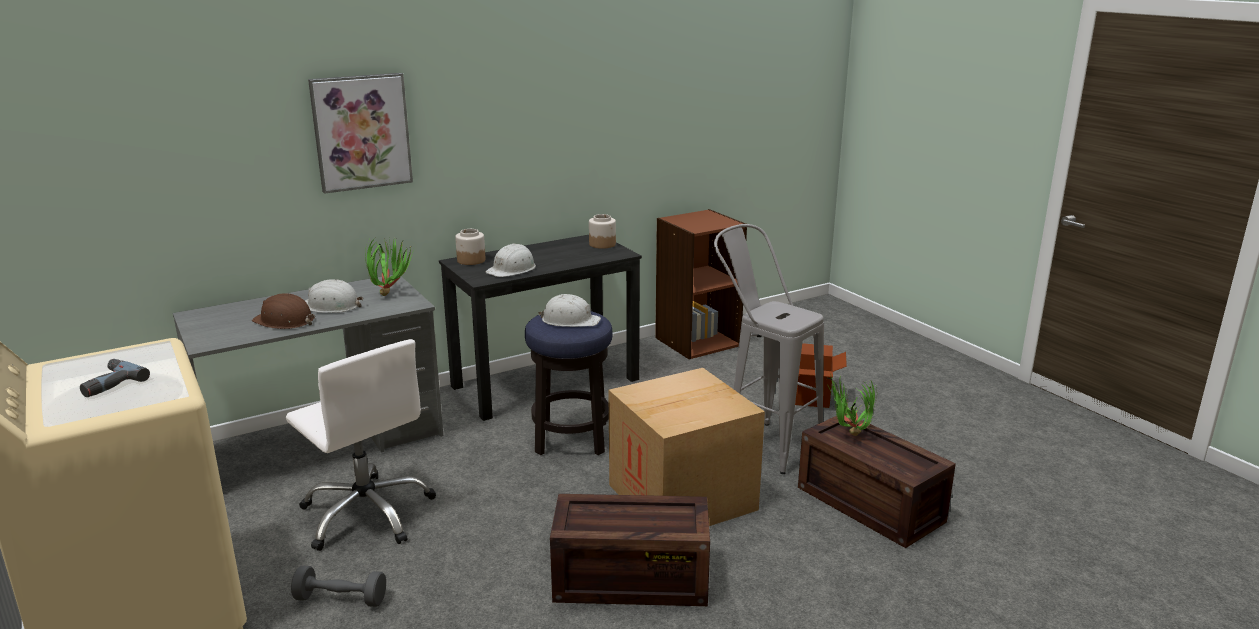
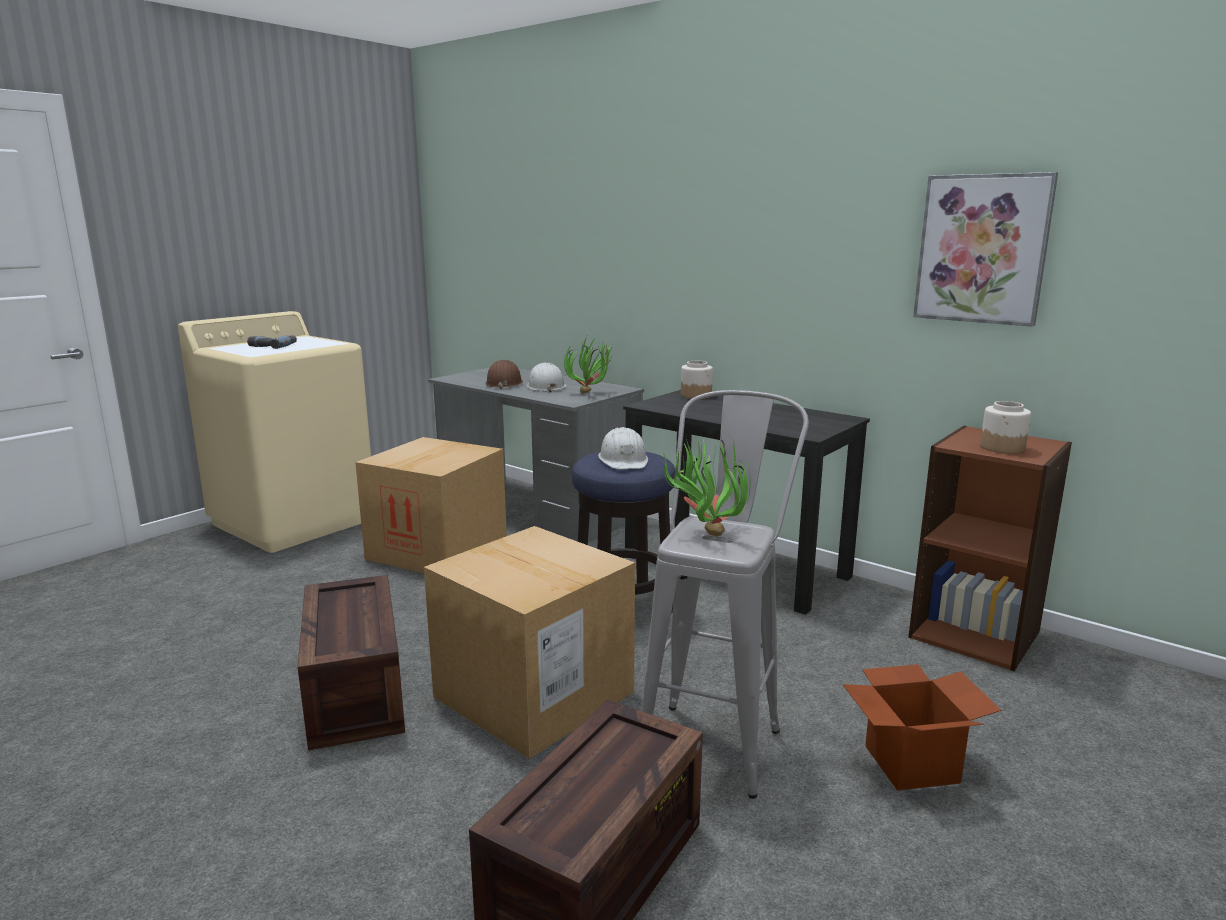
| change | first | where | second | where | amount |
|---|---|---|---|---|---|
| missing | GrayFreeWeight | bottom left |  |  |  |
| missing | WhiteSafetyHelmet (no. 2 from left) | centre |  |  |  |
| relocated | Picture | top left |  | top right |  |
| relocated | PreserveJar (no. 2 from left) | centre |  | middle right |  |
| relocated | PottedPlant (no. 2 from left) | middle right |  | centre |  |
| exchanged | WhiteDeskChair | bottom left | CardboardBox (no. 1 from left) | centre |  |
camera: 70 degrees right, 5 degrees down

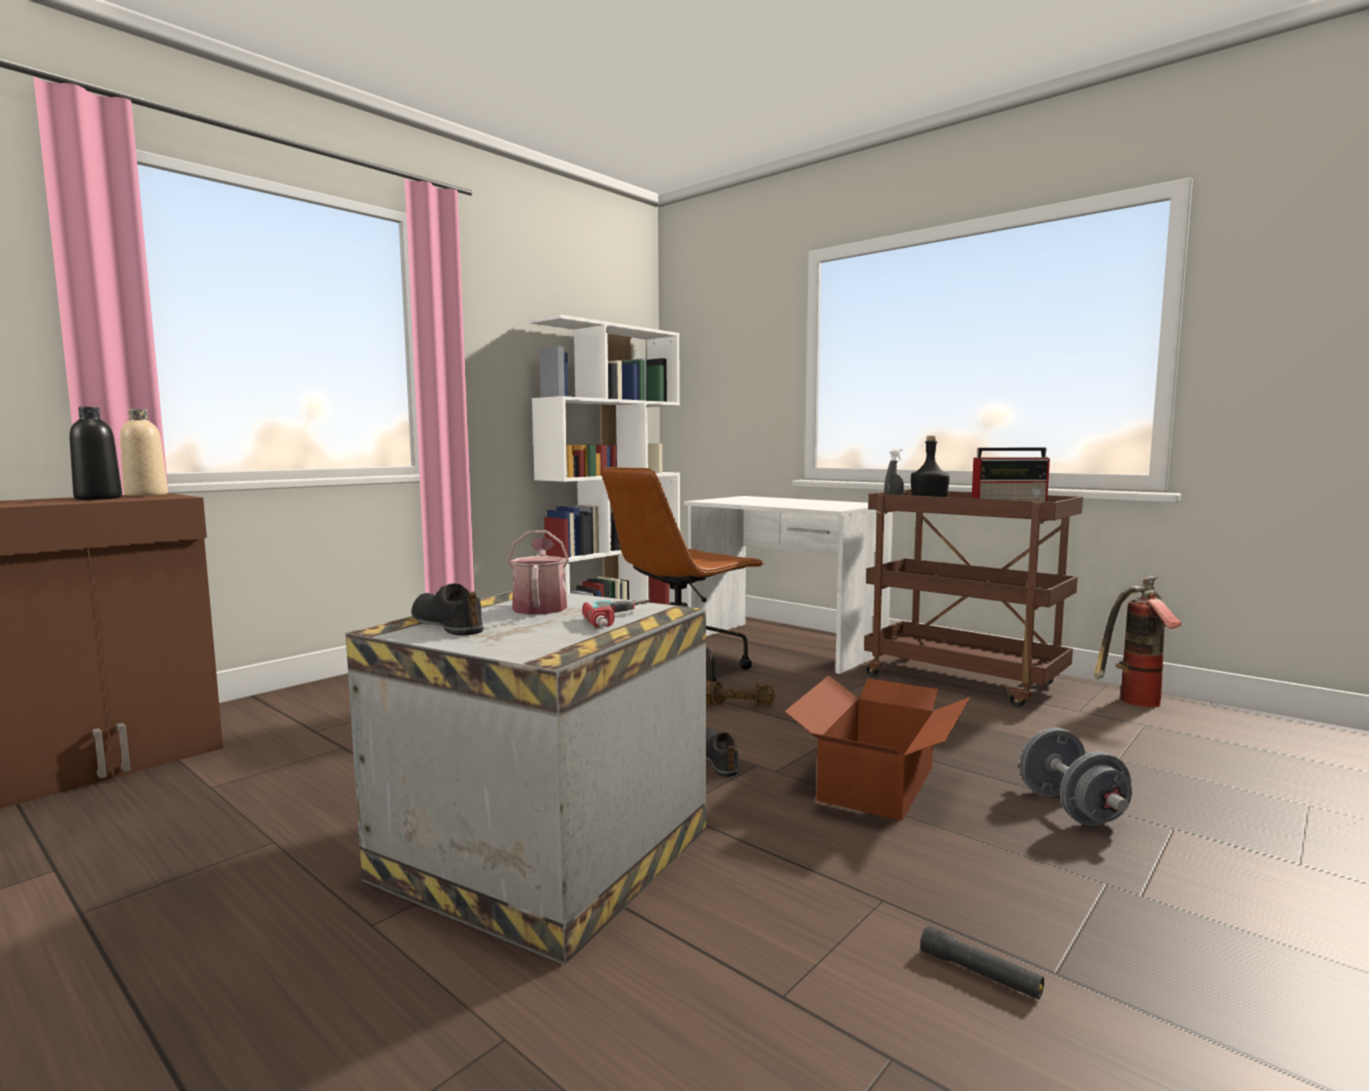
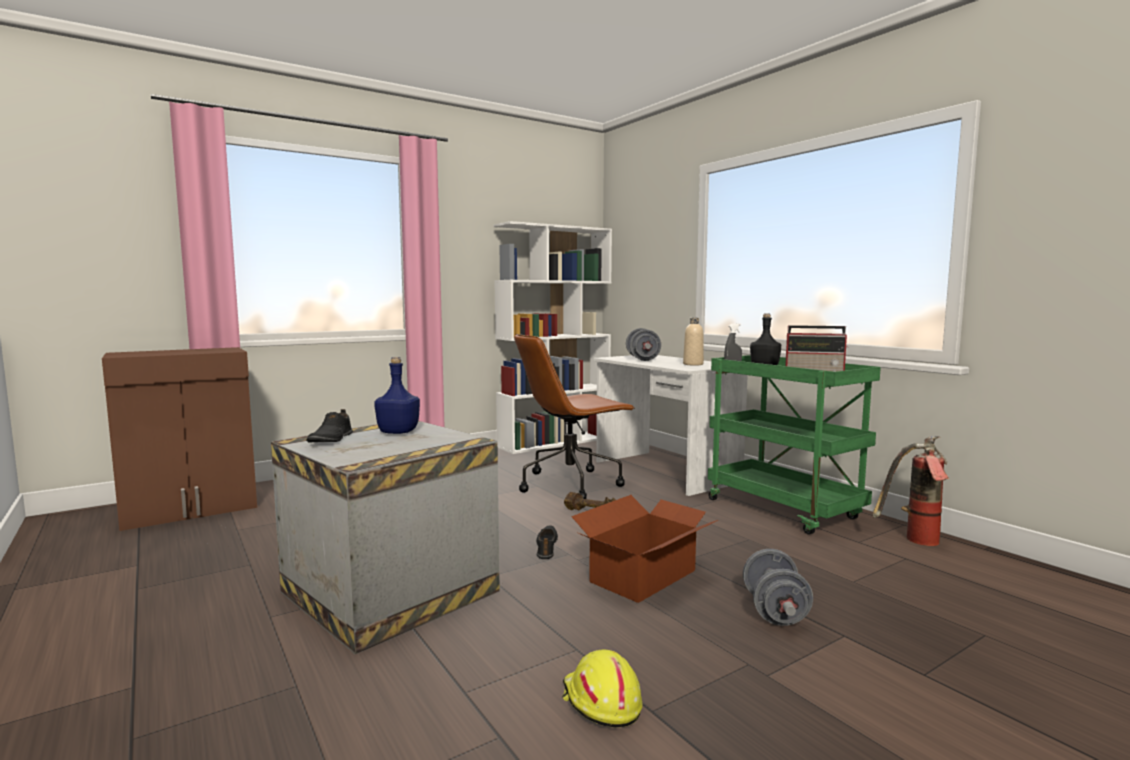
| change | first | where | second | where | amount |
|---|---|---|---|---|---|
| missing | BlackishDrinkBottle (no. 1 from left) | middle left |  |  |  |
| missing | ElectricDrill | centre |  |  |  |
| appeared |  |  | GrayFreeWeight (no. 1 from left) | centre |  |
| relocated | BeigeDrinkBottle | middle left |  | centre |  |
| exchanged | WateringPot | centre | BluishDrinkBottle | centre |  |
| exchanged | BlackishHandTorch | bottom right | YellowishSafetyHelmet | bottom centre |  |
| colour | BrownColouredWheeledCart | middle right | GreenishWheeledCart | middle right |  |
| spun | BlackishLowShoe (no. 1 from left) | middle left |  | middle left | 150 degrees counterclockwise |
camera: 15 degrees right, 0 degrees up

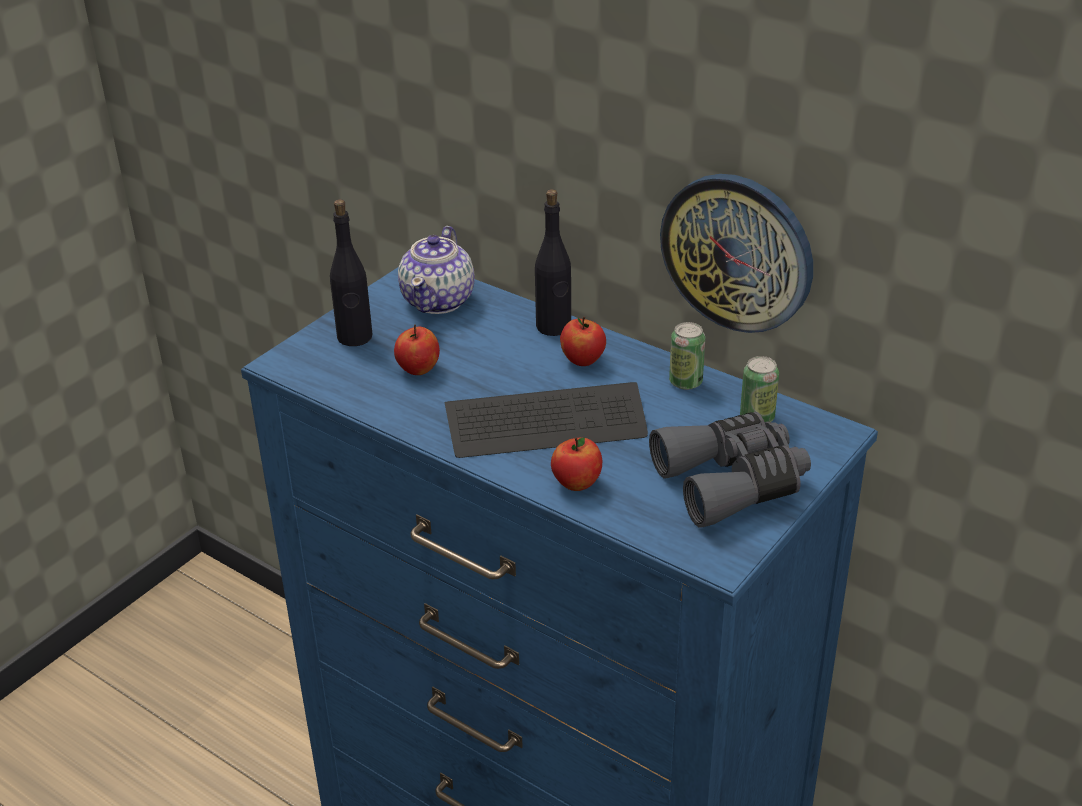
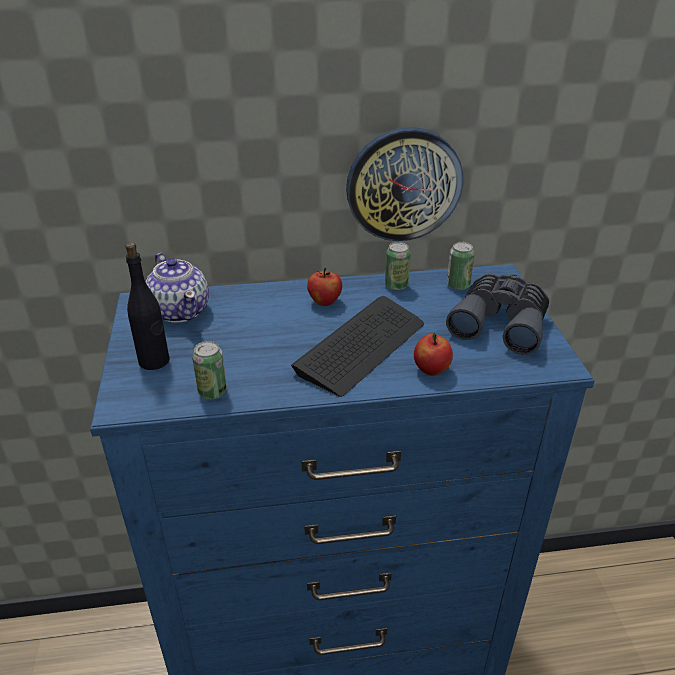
| change | first | where | second | where | amount |
|---|---|---|---|---|---|
| missing | AppleFruit (no. 1 from left) | centre |  |  |  |
| missing | BlackishDrinkBottle (no. 2 from left) | top centre |  |  |  |
| appeared |  |  | SealedCan (no. 1 from left) | middle left |  |
camera: 45 degrees left, 0 degrees up

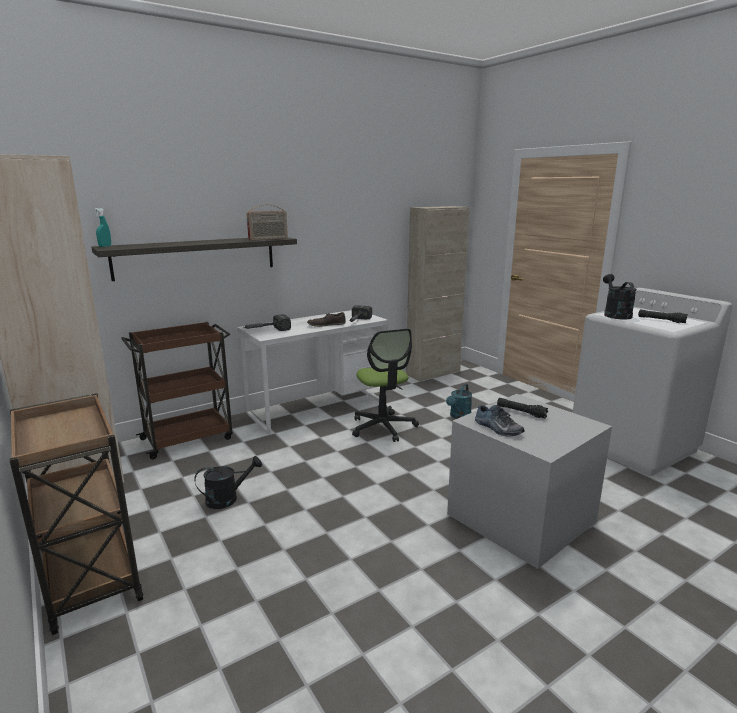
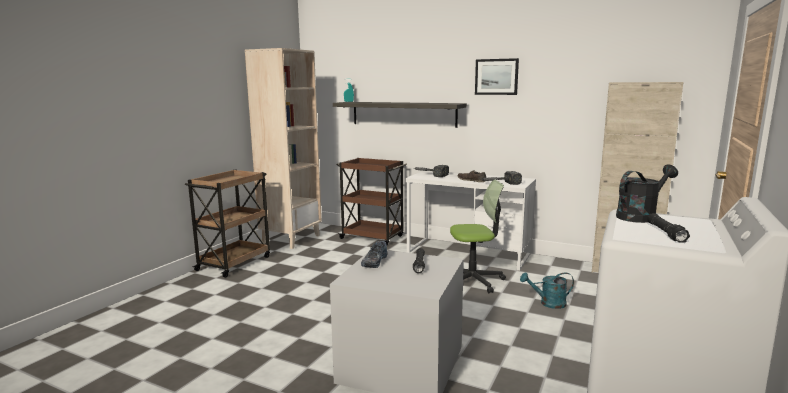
| change | first | where | second | where | amount |
|---|---|---|---|---|---|
| missing | BlackishWateringPot (no. 1 from left) | bottom left |  |  |  |
| missing | RadioReceiver | top centre |  |  |  |
| appeared |  |  | Picture | top centre |  |
| spun | DeskChair | centre |  | centre | 135 degrees counterclockwise |
camera: 60 degrees right, 5 degrees down

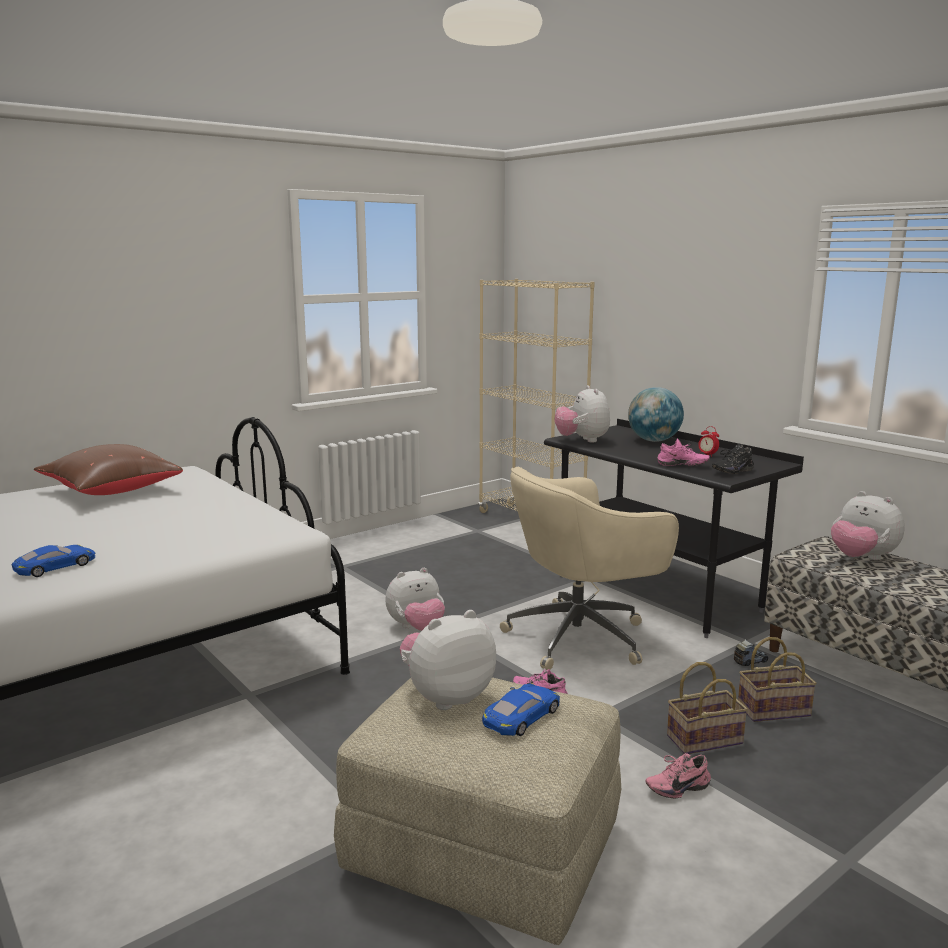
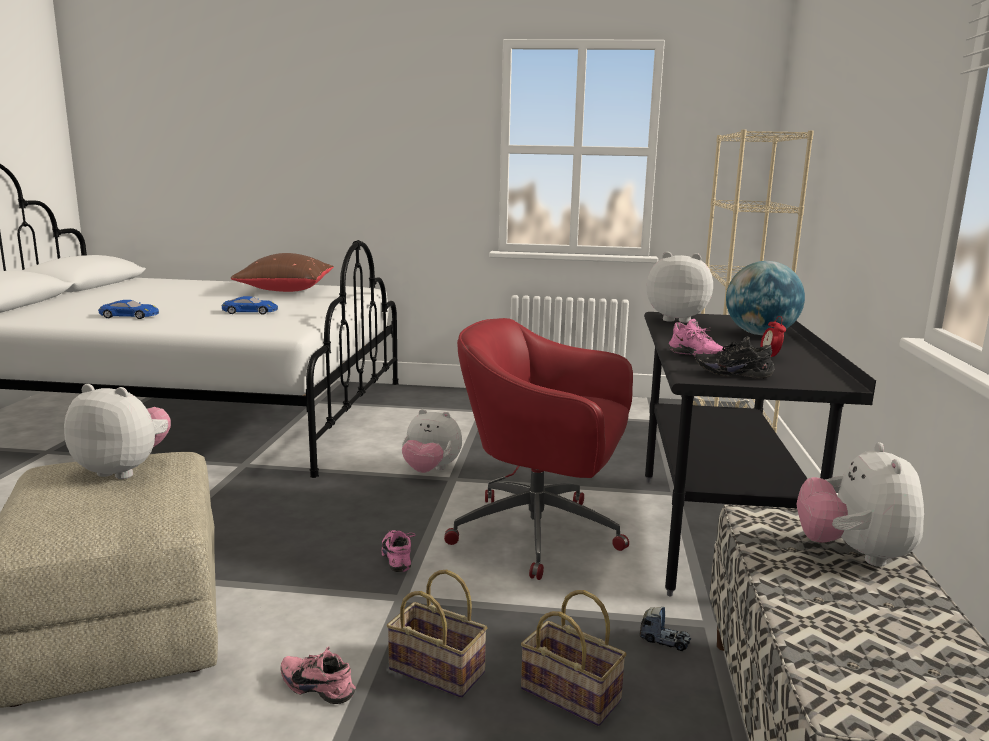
| change | first | where | second | where | amount |
|---|---|---|---|---|---|
| relocated | BluishModelCar (no. 2 from left) | bottom centre |  | middle left |  |
| colour | BeigeDeskChair | centre | ReddishDeskChair | centre |  |
| spun | PlushToy (no. 3 from left) | centre |  | middle right | 75 degrees clockwise |
camera: 45 degrees right, 0 degrees up

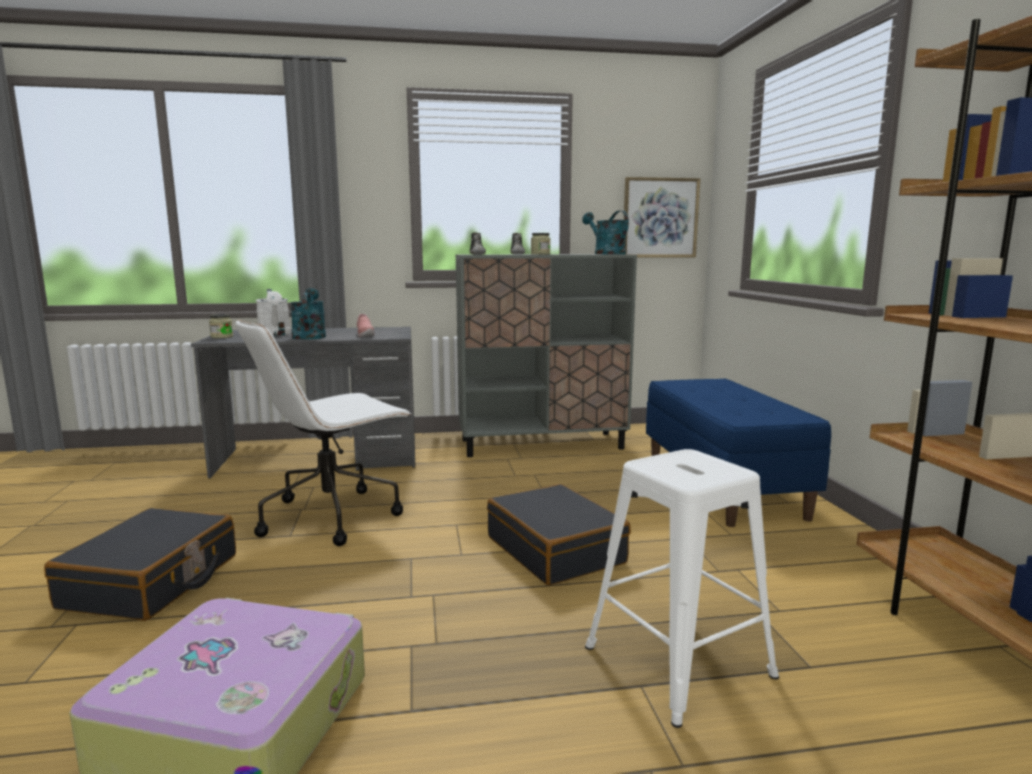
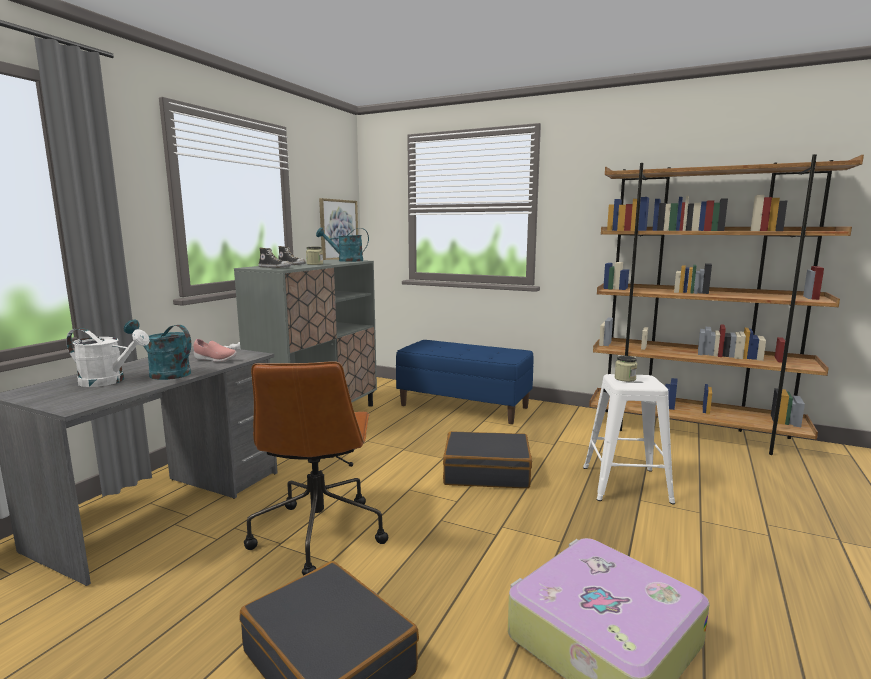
| change | first | where | second | where | amount |
|---|---|---|---|---|---|
| relocated | PreserveJar (no. 1 from left in the first image) | middle left | PreserveJar (no. 2 from left) | middle right |  |
| colour | WhiteDeskChair | middle left | BrownColouredDeskChair | bottom centre |  |
camera: 55 degrees left, 0 degrees up

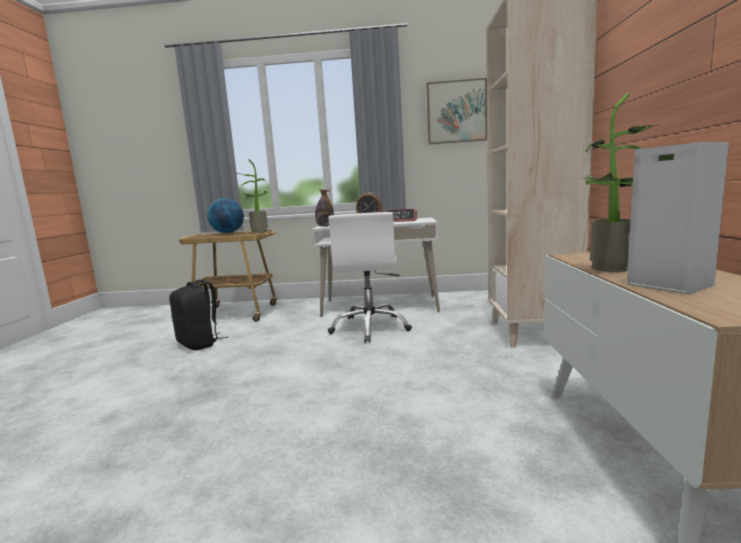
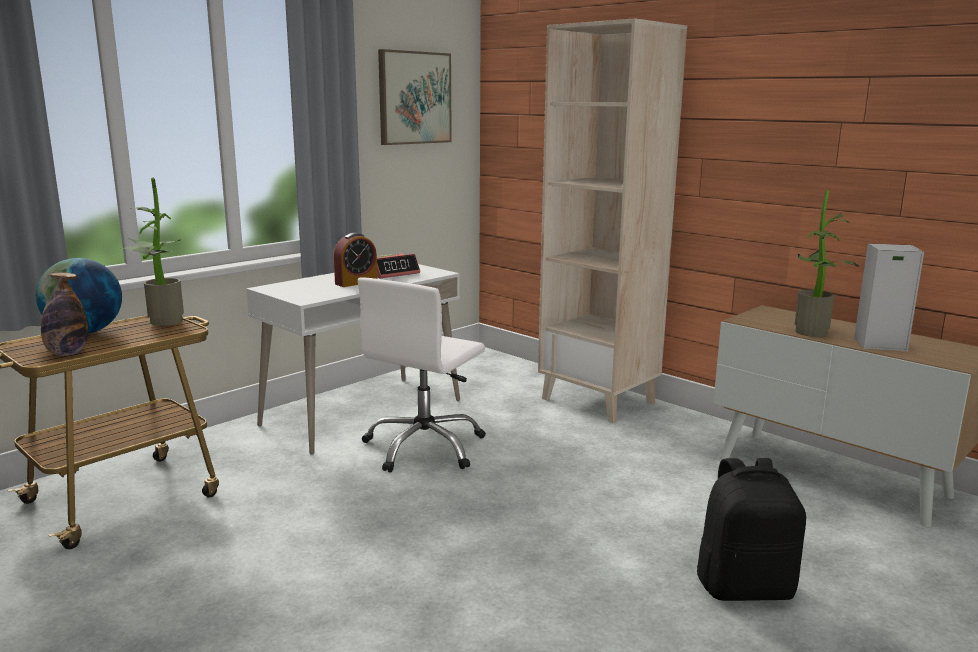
| change | first | where | second | where | amount |
|---|---|---|---|---|---|
| relocated | BlackishRucksack | middle left |  | bottom right |  |
| relocated | DrinkBottle | centre |  | middle left |  |
| spun | WhiteDeskChair | centre |  | centre | 75 degrees clockwise |
camera: 50 degrees left, 5 degrees up

